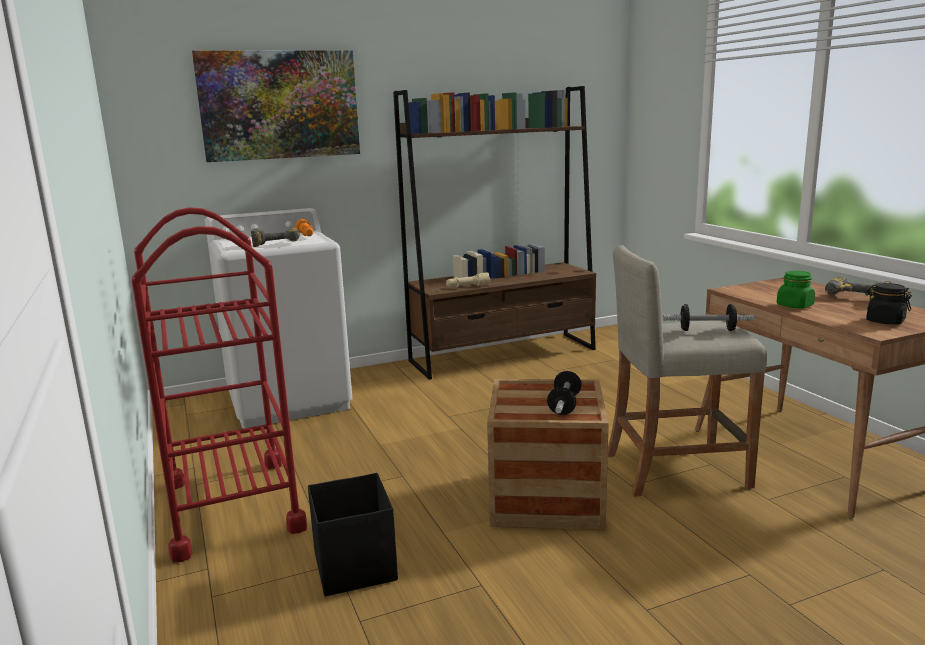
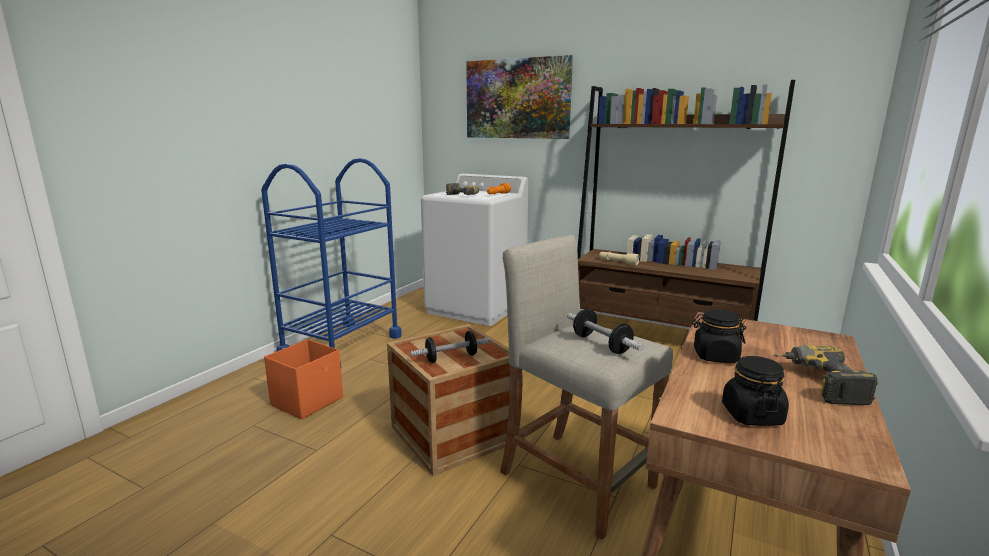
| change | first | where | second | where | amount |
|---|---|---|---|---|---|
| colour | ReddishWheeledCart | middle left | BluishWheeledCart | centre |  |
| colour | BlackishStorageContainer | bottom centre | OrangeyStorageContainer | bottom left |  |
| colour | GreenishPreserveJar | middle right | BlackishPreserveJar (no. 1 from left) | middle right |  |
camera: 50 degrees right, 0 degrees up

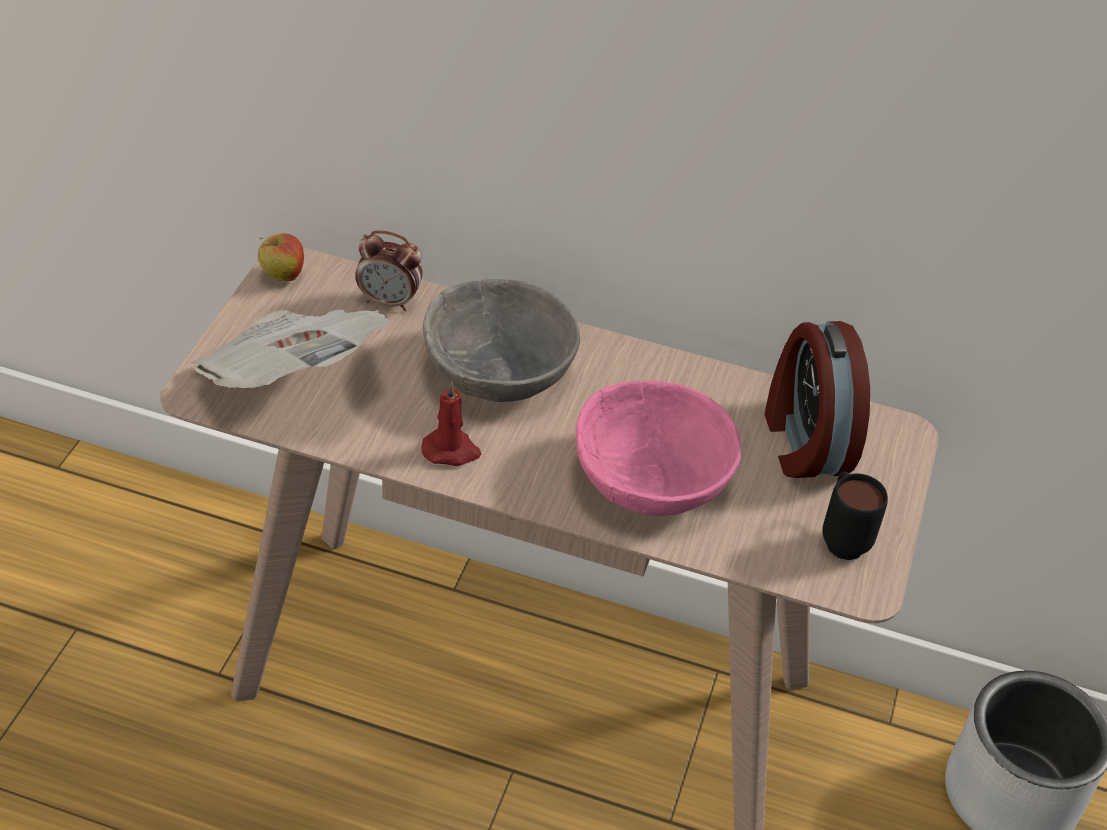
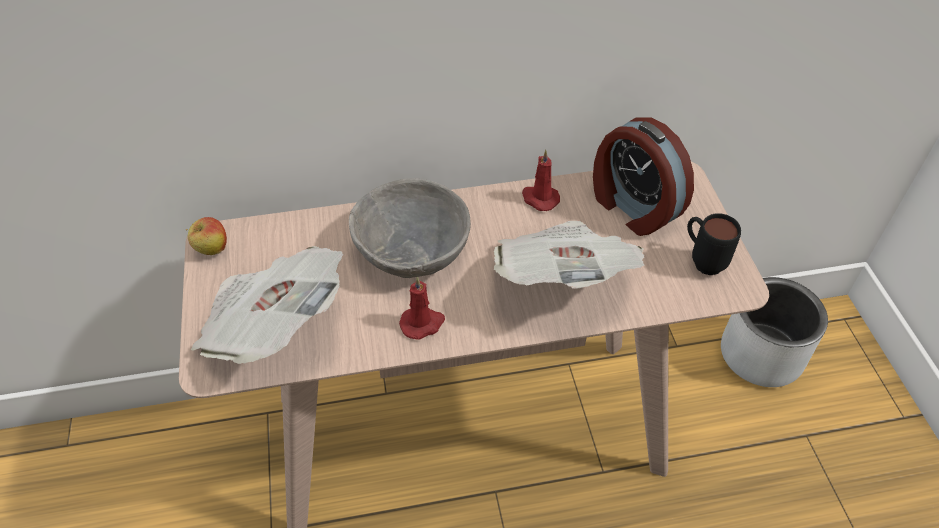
| change | first | where | second | where | amount |
|---|---|---|---|---|---|
| missing | BedsideClock (no. 1 from left) | top centre |  |  |  |
| appeared |  |  | ReddishCandle (no. 2 from left) | centre |  |
| exchanged | PinkishBowl | centre | DailyPaper (no. 2 from left) | centre |  |
camera: 25 degrees left, 5 degrees up

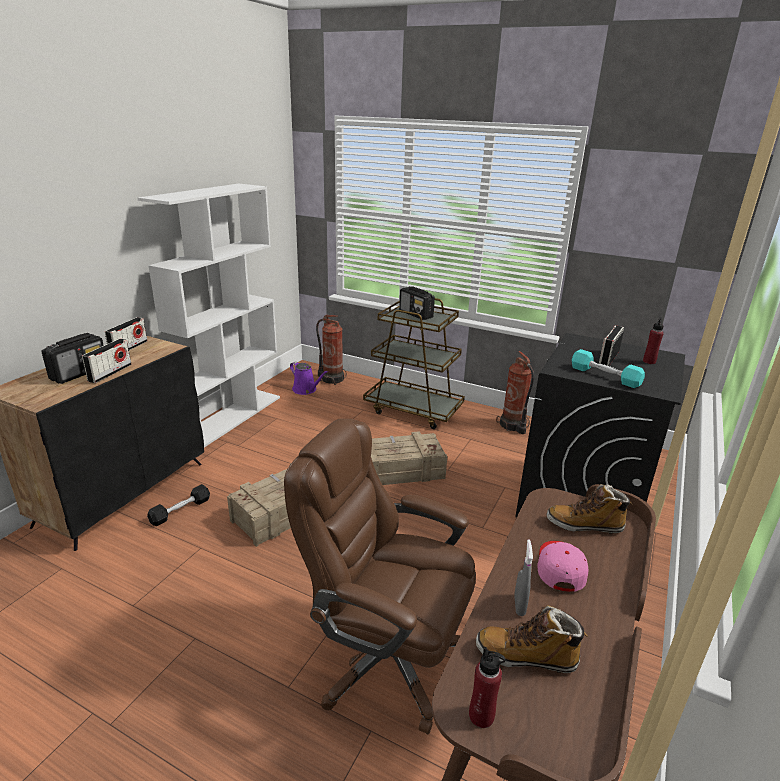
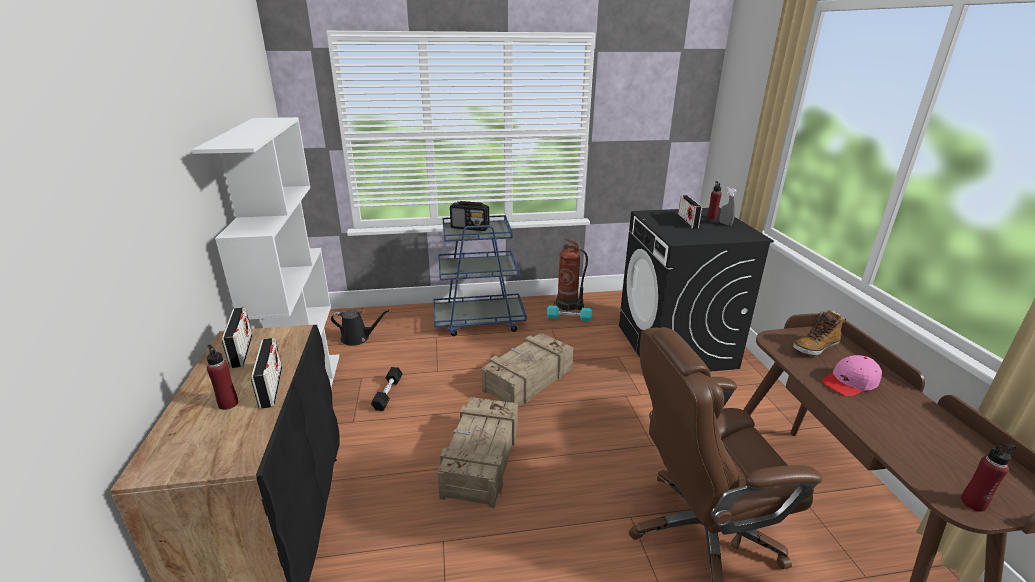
| change | first | where | second | where | amount |
|---|---|---|---|---|---|
| missing | FireExtinguisher (no. 1 from left) | centre |  |  |  |
| missing | TallBoot (no. 1 from left) | bottom right |  |  |  |
| relocated | BlackishFreeWeight | middle left |  | bottom centre |  |
| relocated | GraySprayer | bottom right |  | middle right |  |
| relocated | TurquoiseColouredFreeWeight | middle right |  | centre |  |
| exchanged | RadioReceiver (no. 1 from left) | middle left | ReddishDrinkBottle (no. 1 from left) | middle left |  |
| colour | PurpleColouredWateringPot | centre | BlackishWateringPot | centre |  |
| colour | BrownColouredWheeledCart | centre | BluishWheeledCart | centre |  |
| spun | PinkishBaseballCap | bottom right |  | middle right | 90 degrees counterclockwise |
camera: 35 degrees left, 0 degrees up

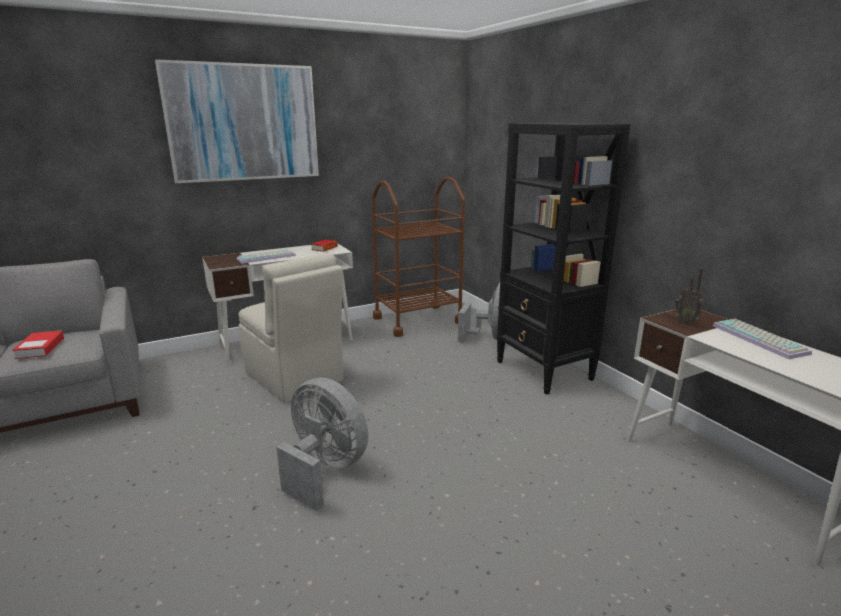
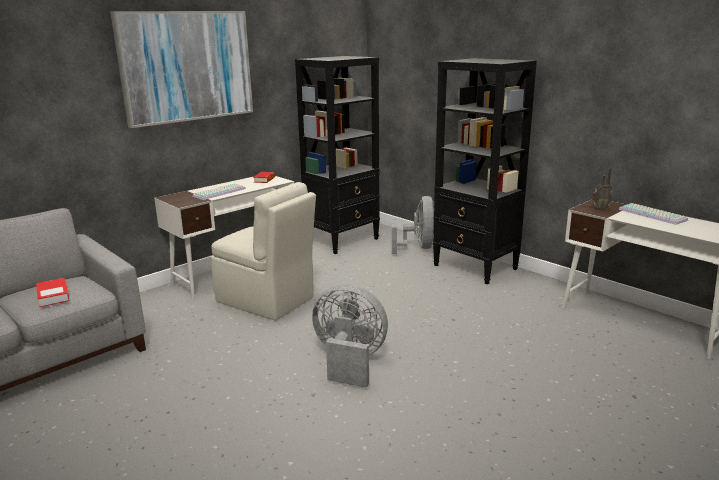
| change | first | where | second | where | amount |
|---|---|---|---|---|---|
| exchanged | BrownColouredWheeledCart | centre | BlackishBookshelf (no. 1 from left) | top centre |  |
camera: 15 degrees left, 0 degrees up

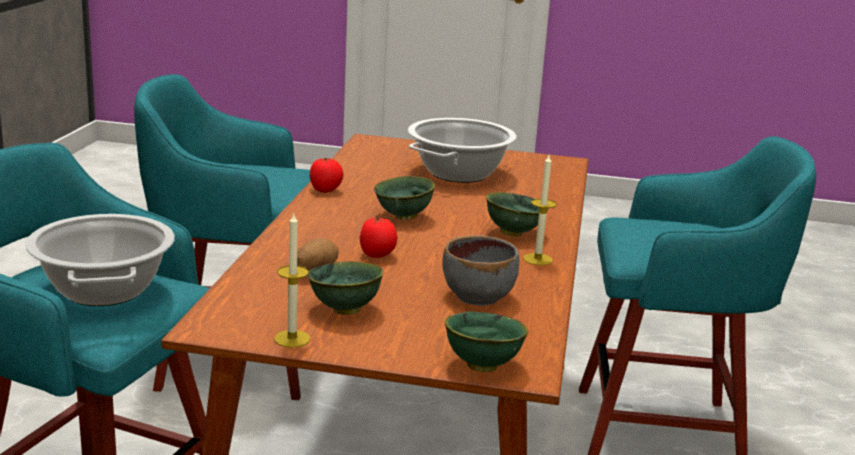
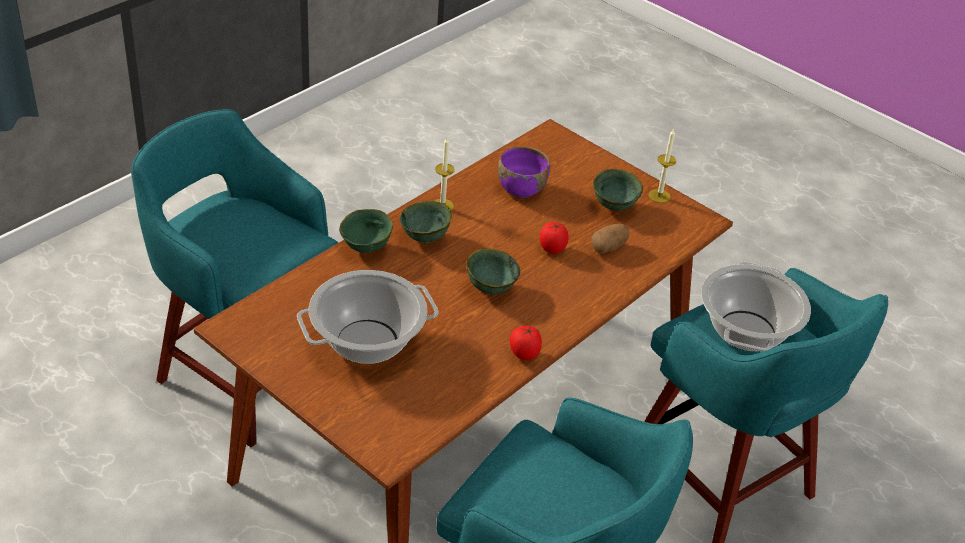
| change | first | where | second | where | amount |
|---|---|---|---|---|---|
| relocated | GreenishBowl (no. 3 from left in the first image) | bottom centre | GreenishBowl (no. 1 from left) | centre |  |
| colour | GrayBowl | centre | PurpleColouredBowl | top centre |  |
camera: 150 degrees left, 20 degrees up

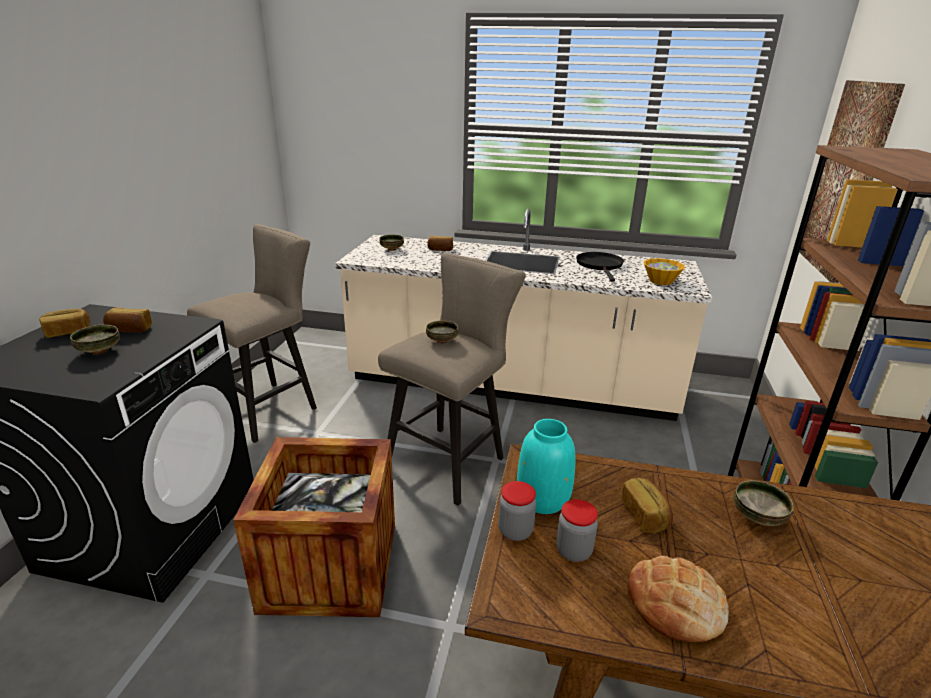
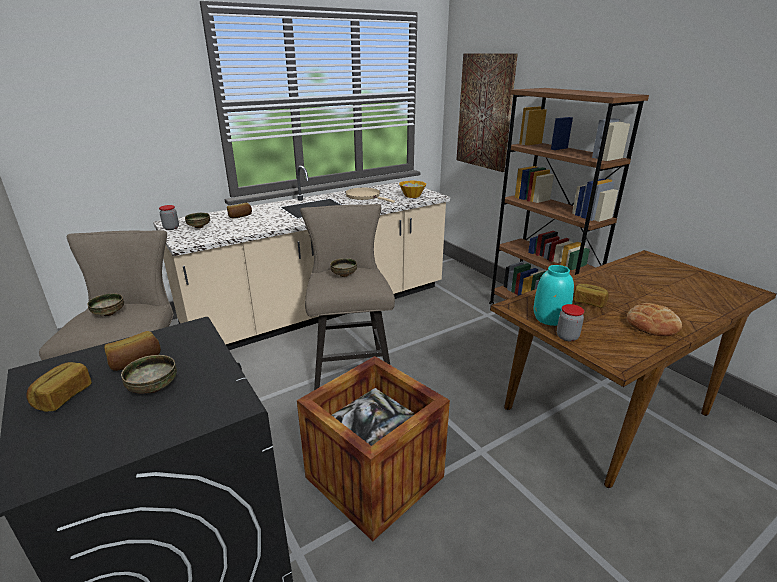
| change | first | where | second | where | amount |
|---|---|---|---|---|---|
| relocated | PreserveJar (no. 2 from left in the first image) | bottom centre | PreserveJar (no. 1 from left) | middle left |  |
| relocated | Bowl (no. 5 from left in the first image) | bottom right | Bowl (no. 1 from left) | middle left |  |
| colour | BlackishSkillet | centre | BeigeSkillet | centre |  |
camera: 45 degrees left, 0 degrees up

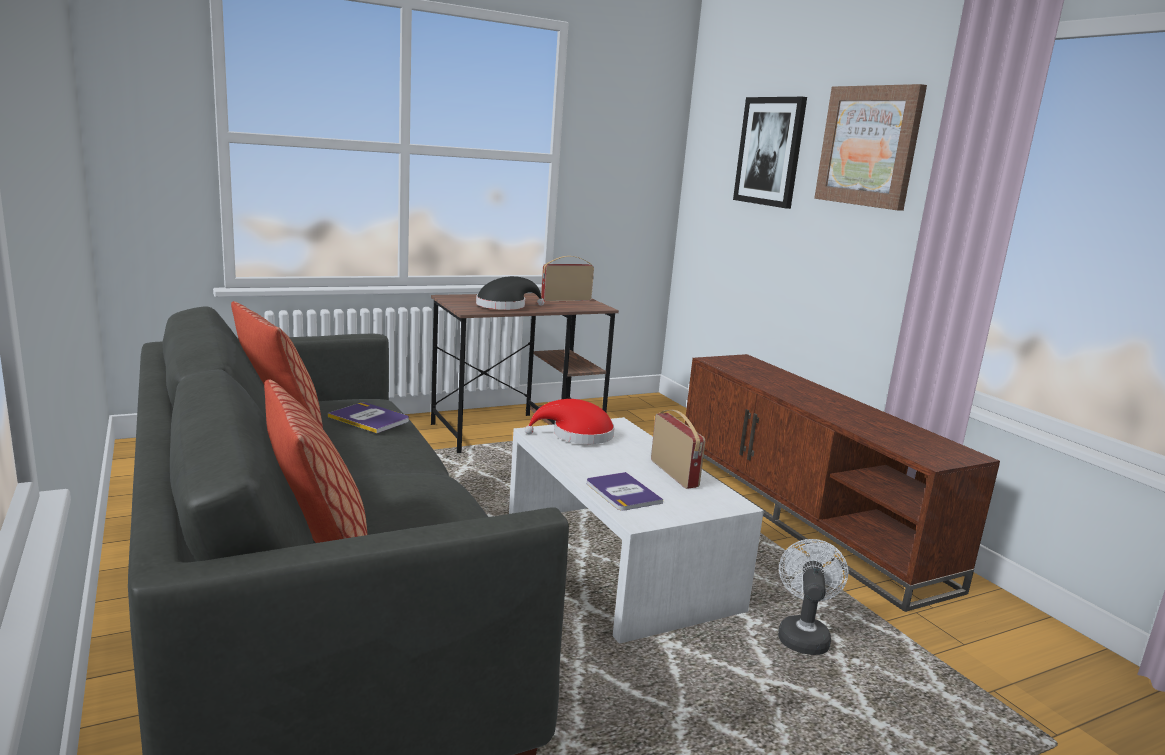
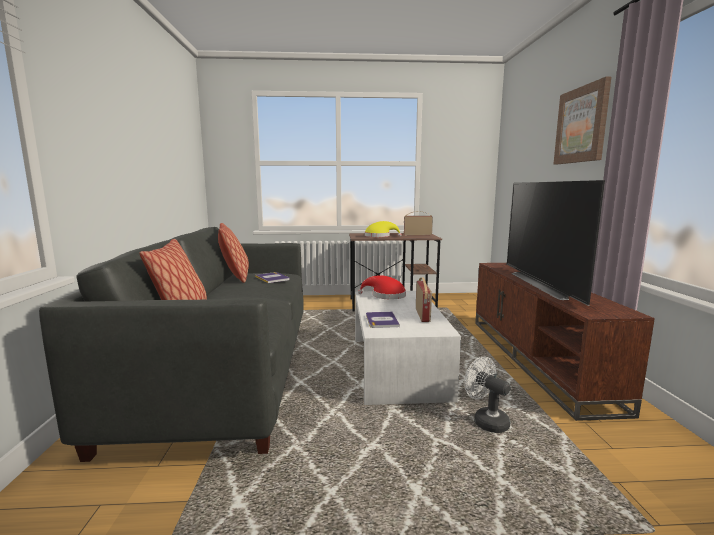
| change | first | where | second | where | amount |
|---|---|---|---|---|---|
| missing | Picture (no. 1 from left) | top centre |  |  |  |
| appeared |  |  | Tv | middle right |  |
| colour | BlackishWearableHat | centre | YellowishWearableHat | centre |  |
| spun | WhiteCoolingFan | bottom right |  | bottom right | 75 degrees counterclockwise |
camera: 25 degrees right, 5 degrees down

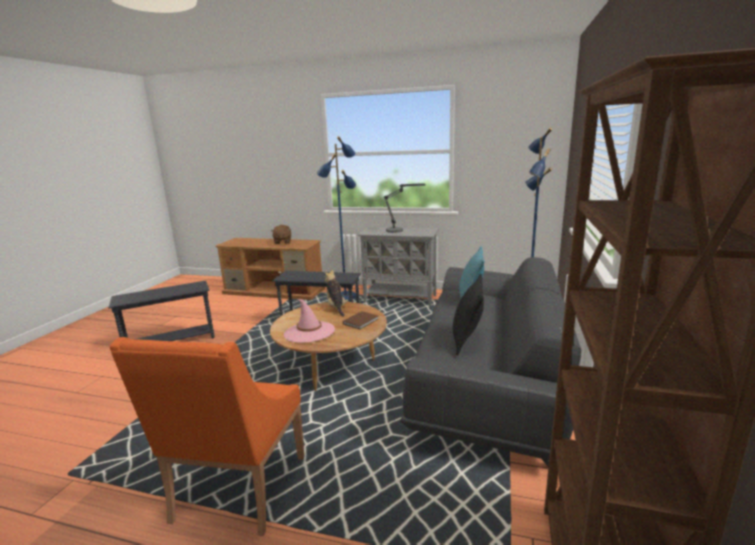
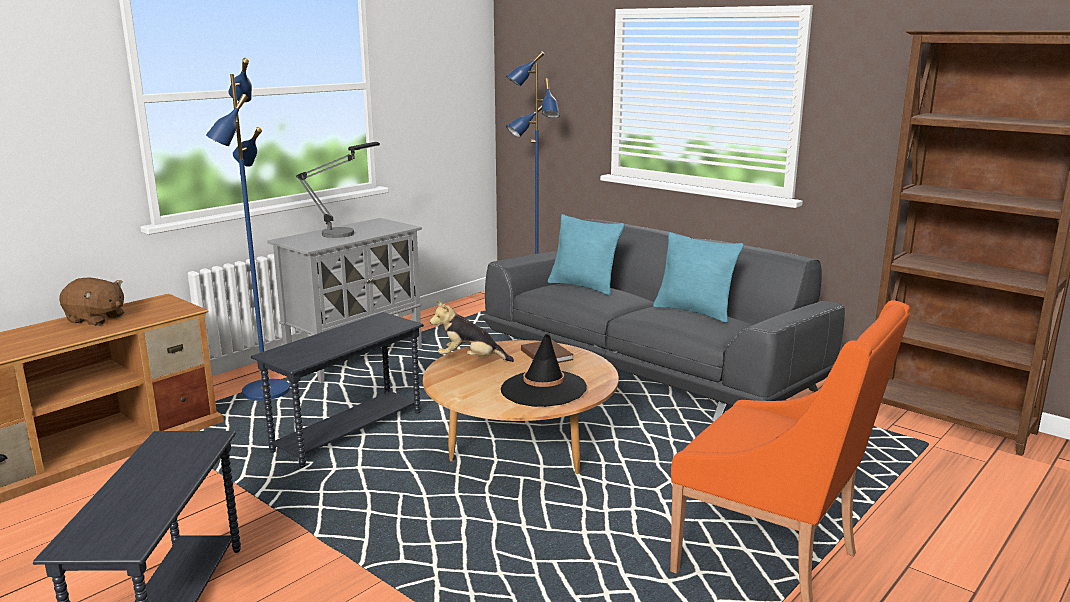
| change | first | where | second | where | amount |
|---|---|---|---|---|---|
| colour | PinkishWearableHat | centre | BlackishWearableHat | centre |  |
| colour | BlackishCushion | centre | TurquoiseColouredCushion (no. 2 from left) | centre |  |
camera: 65 degrees left, 0 degrees up

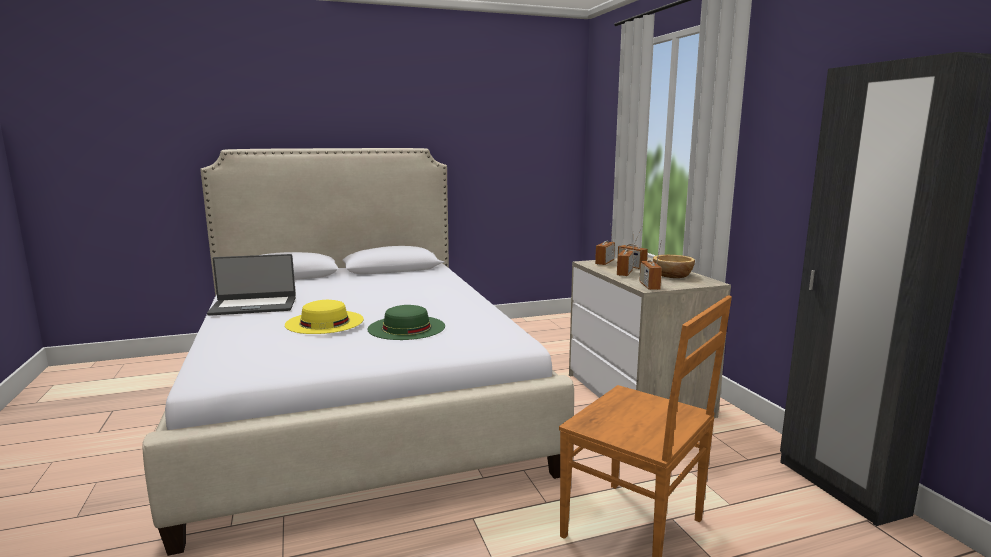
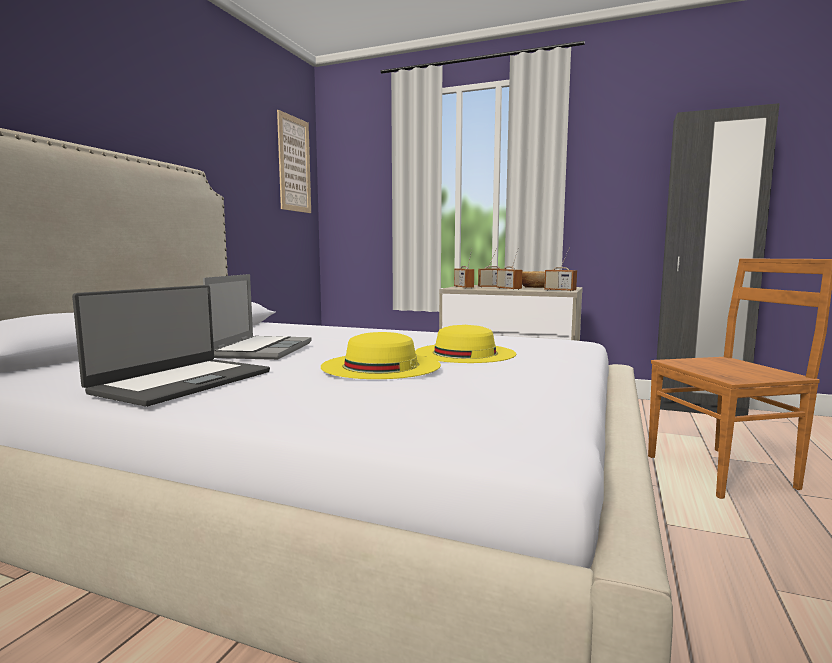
| change | first | where | second | where | amount |
|---|---|---|---|---|---|
| appeared |  |  | NotebookComputer (no. 2 from left) | middle left |  |
| appeared |  |  | Picture | top centre |  |
| colour | GreenishWearableHat | centre | YellowishWearableHat (no. 2 from left) | centre |  |
camera: 50 degrees left, 5 degrees down

